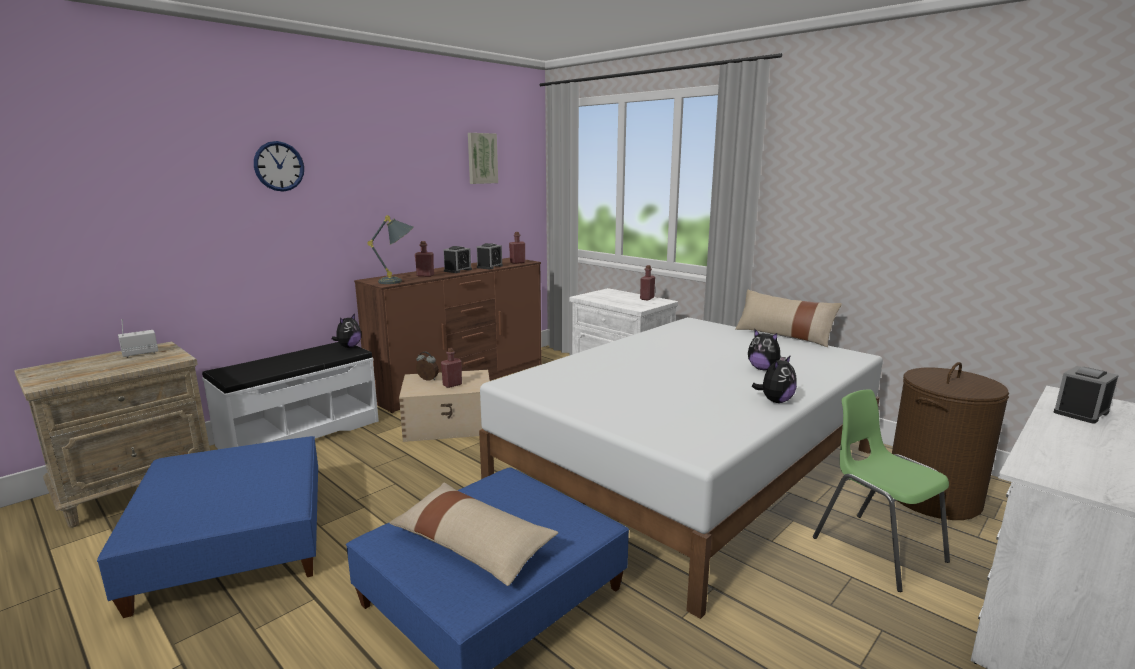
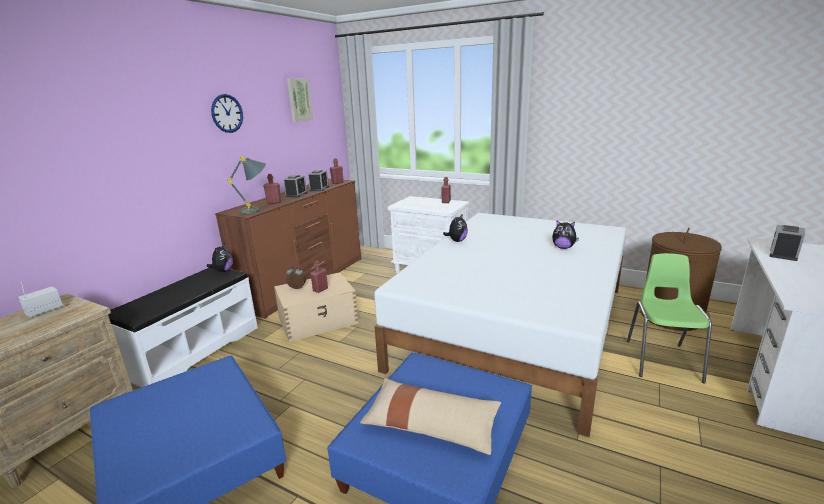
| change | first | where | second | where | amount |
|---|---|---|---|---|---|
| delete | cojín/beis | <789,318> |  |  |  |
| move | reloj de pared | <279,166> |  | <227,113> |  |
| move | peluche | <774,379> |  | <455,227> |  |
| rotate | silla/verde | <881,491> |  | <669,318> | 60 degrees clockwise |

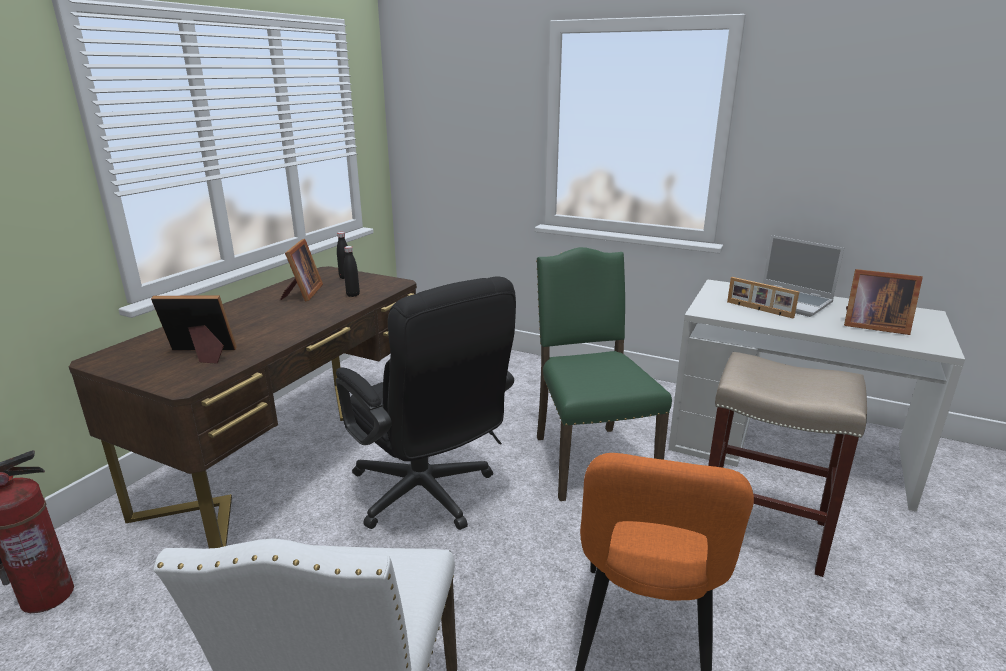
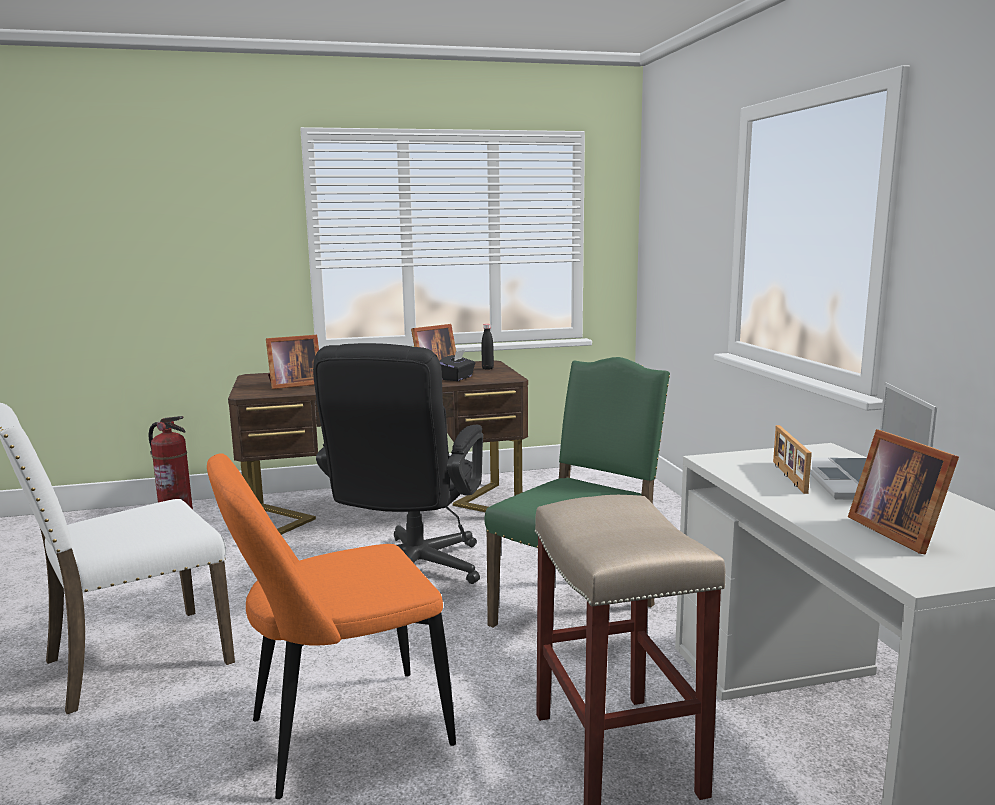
| change | first | where | second | where | amount |
|---|---|---|---|---|---|
| replace | botella/negro | <352,271> | caja de pañuelos/negro | <458,365> |  |
| rotate | portarretratos | <194,330> |  | <292,362> | 105 degrees clockwise |

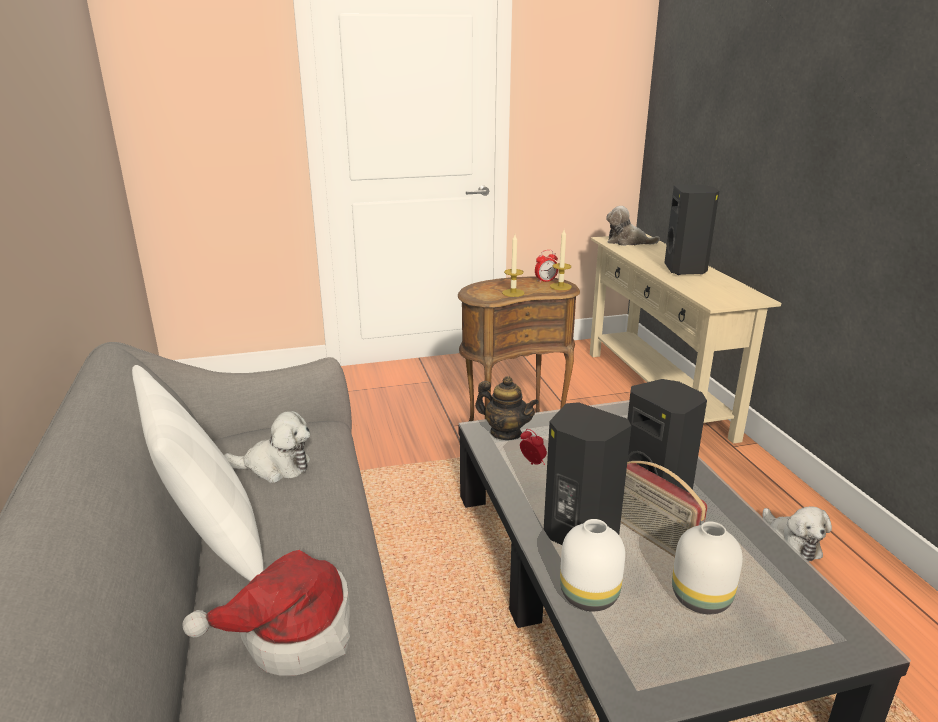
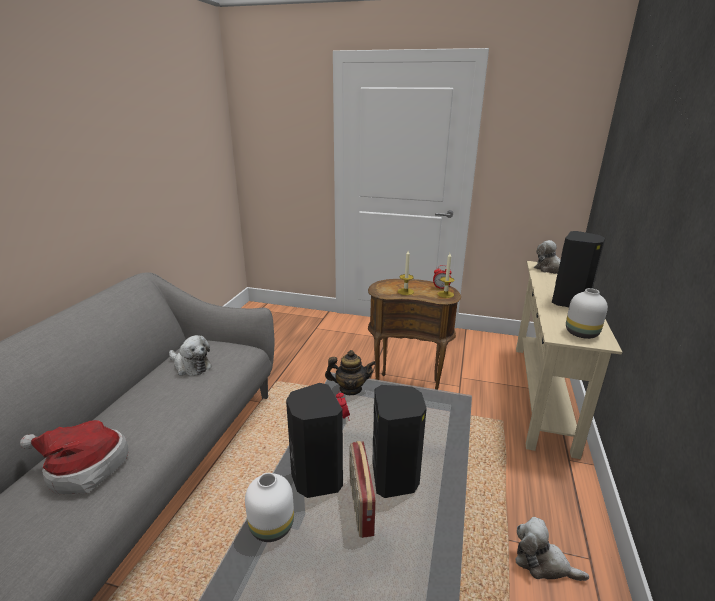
| change | first | where | second | where | amount |
|---|---|---|---|---|---|
| delete | cojín/blanco | <198,473> |  |  |  |
| move | florero/blanco | <707,567> |  | <587,313> |  |
| rotate | tetera | <507,408> |  | <350,372> | 60 degrees counterclockwise |
| rotate | peluche | <797,534> |  | <552,549> | 105 degrees clockwise |

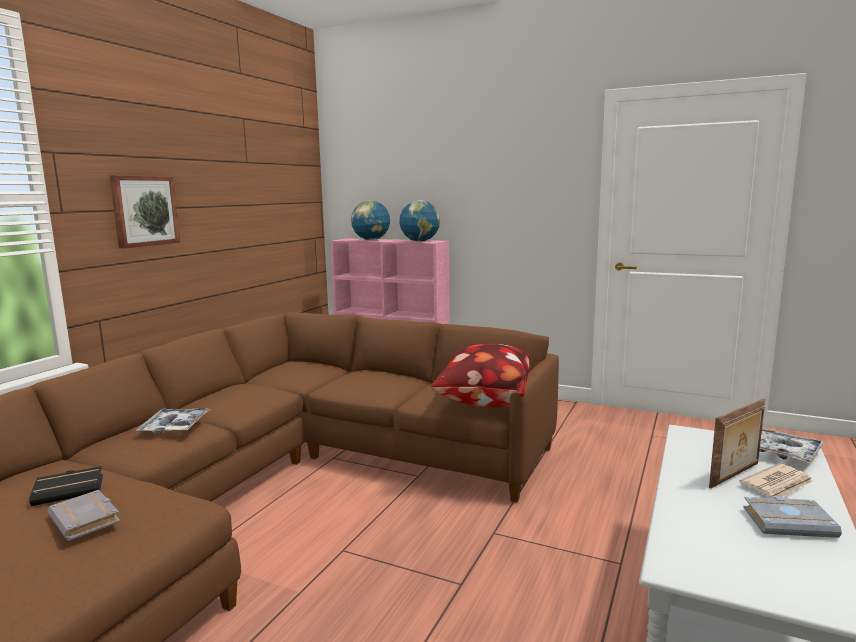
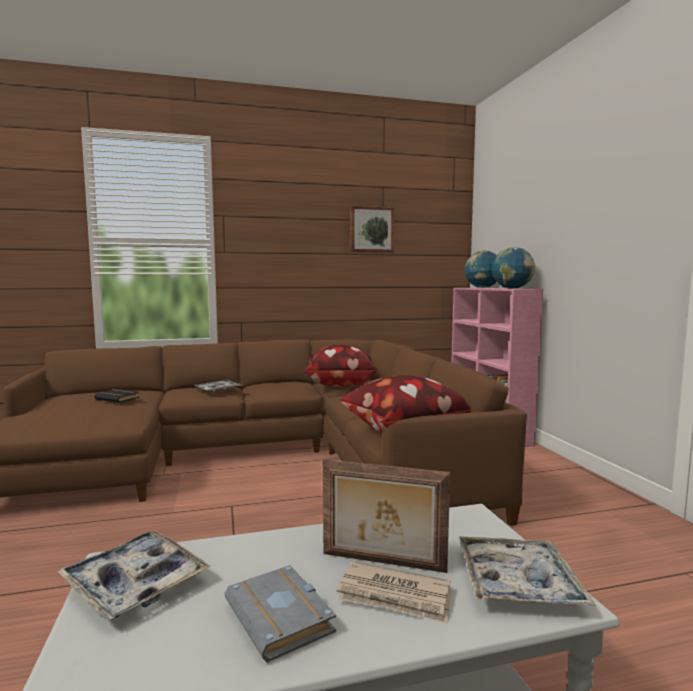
| change | first | where | second | where | amount |
|---|---|---|---|---|---|
| delete | libro/gris | <83,515> |  |  |  |
| insert |  |  | bandeja | <133,575> |  |
| insert |  |  | cojín | <340,366> |  |
| move | cuadro | <145,211> |  | <372,229> |  |

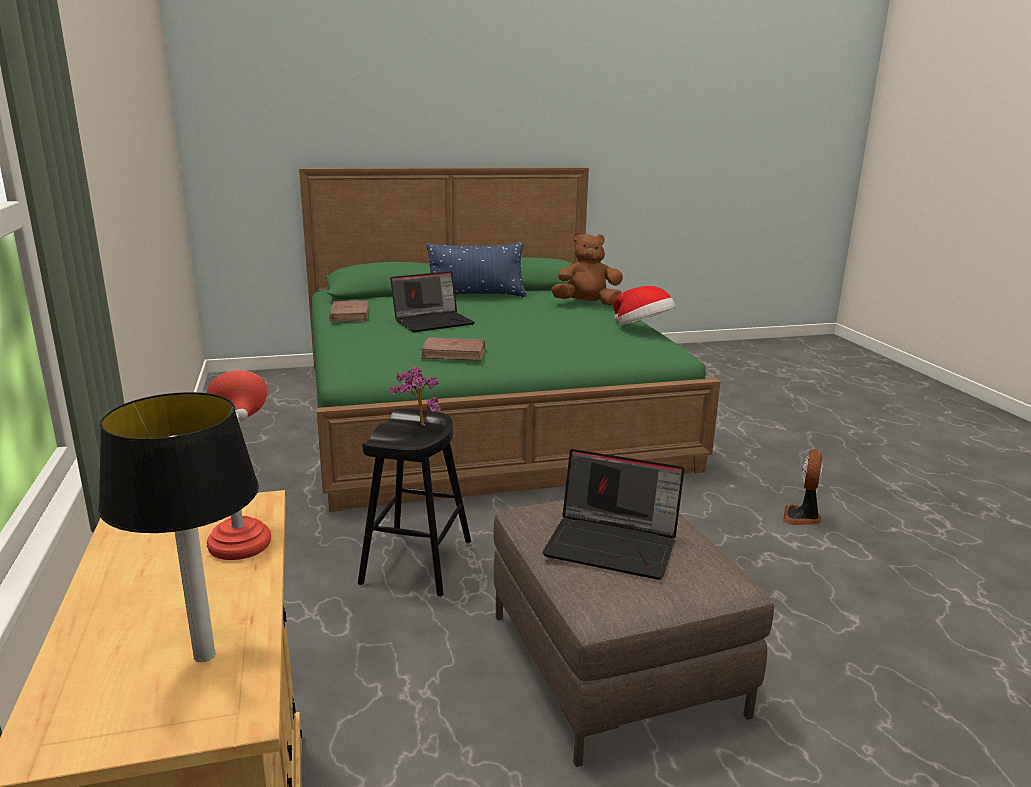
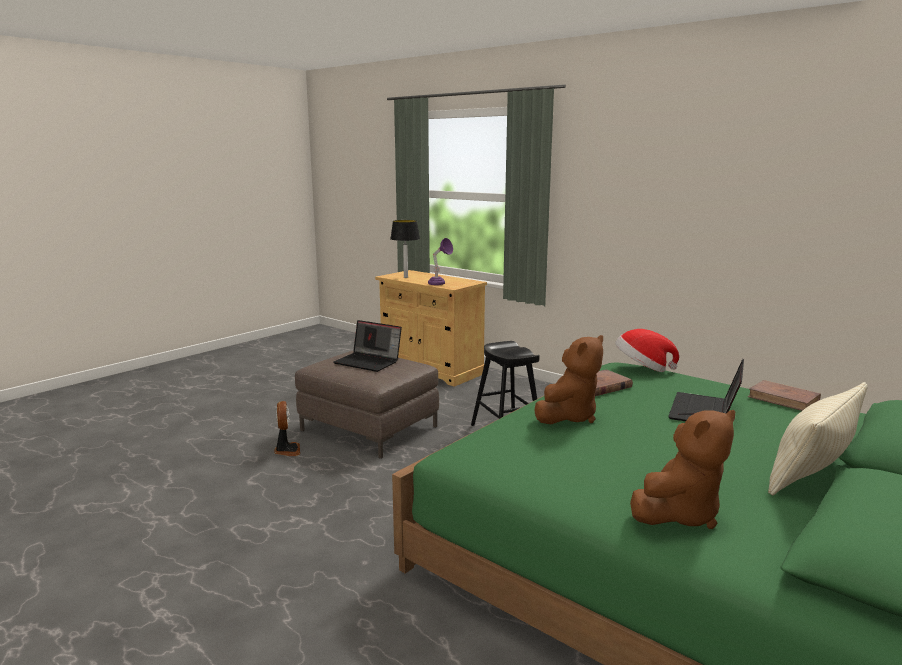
| change | first | where | second | where | amount |
|---|---|---|---|---|---|
| delete | planta en maceta | <415,396> |  |  |  |
| insert |  |  | peluche/marrón | <569,379> |  |
| move | sombrero | <645,306> |  | <647,350> |  |
| move | ventilador | <803,487> |  | <287,428> |  |
| recolor | lámpara de mesa/rojo | <239,465> | lámpara de mesa/morado | <440,261> |  |
| recolor | cojín/azul | <476,269> | cojín/beis | <818,438> |  |
| rotate | portátil | <613,514> |  | <367,346> | 135 degrees counterclockwise |

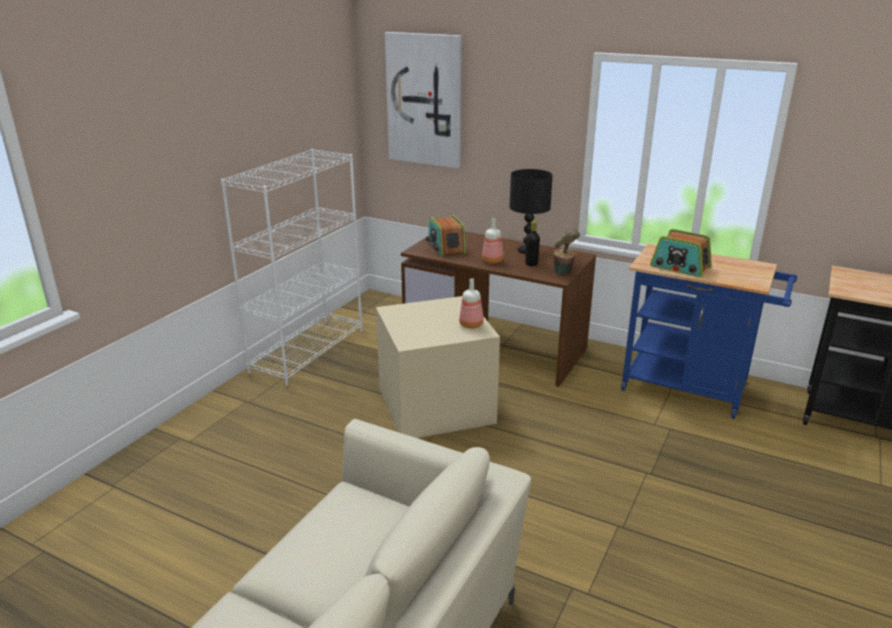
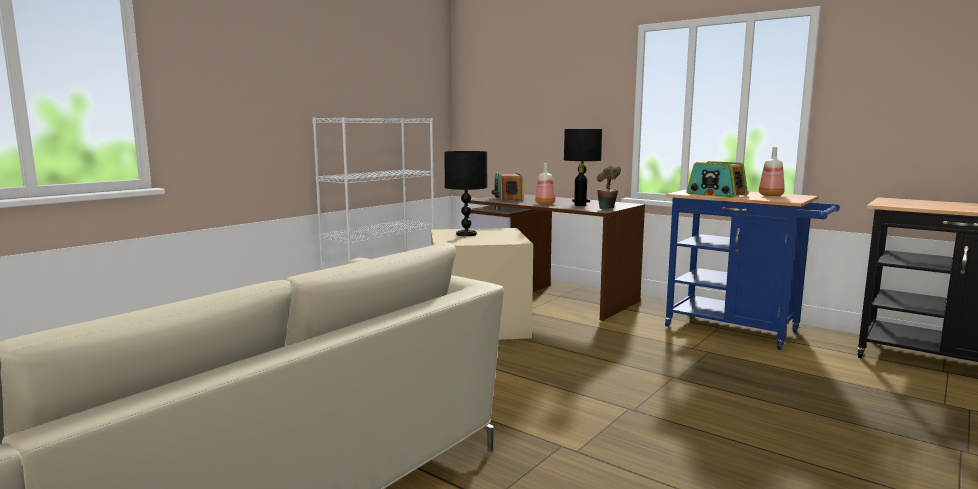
| change | first | where | second | where | amount |
|---|---|---|---|---|---|
| delete | cuadro | <423,100> |  |  |  |
| insert |  |  | lámpara de mesa/negro | <466,193> |  |
| move | botella | <471,303> |  | <772,171> |  |

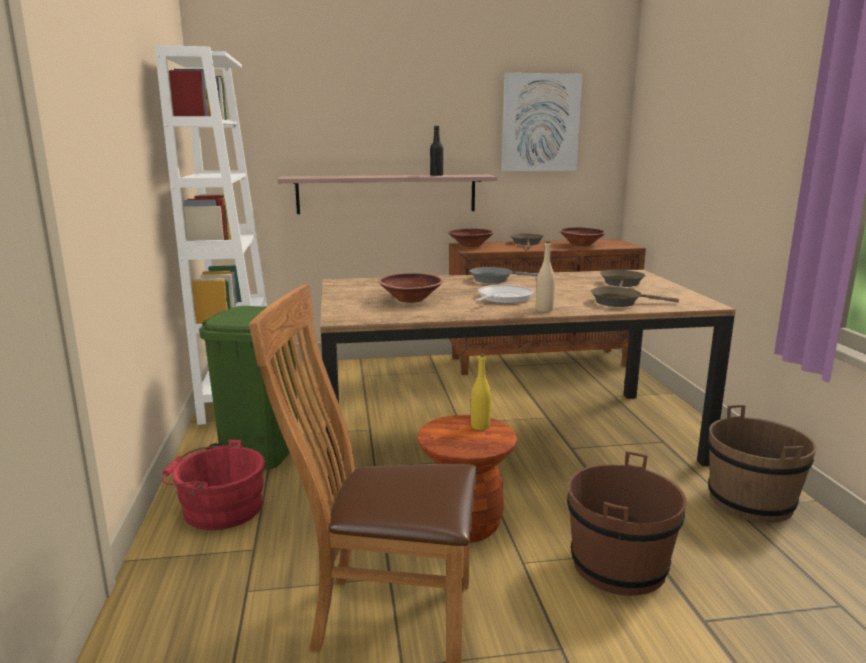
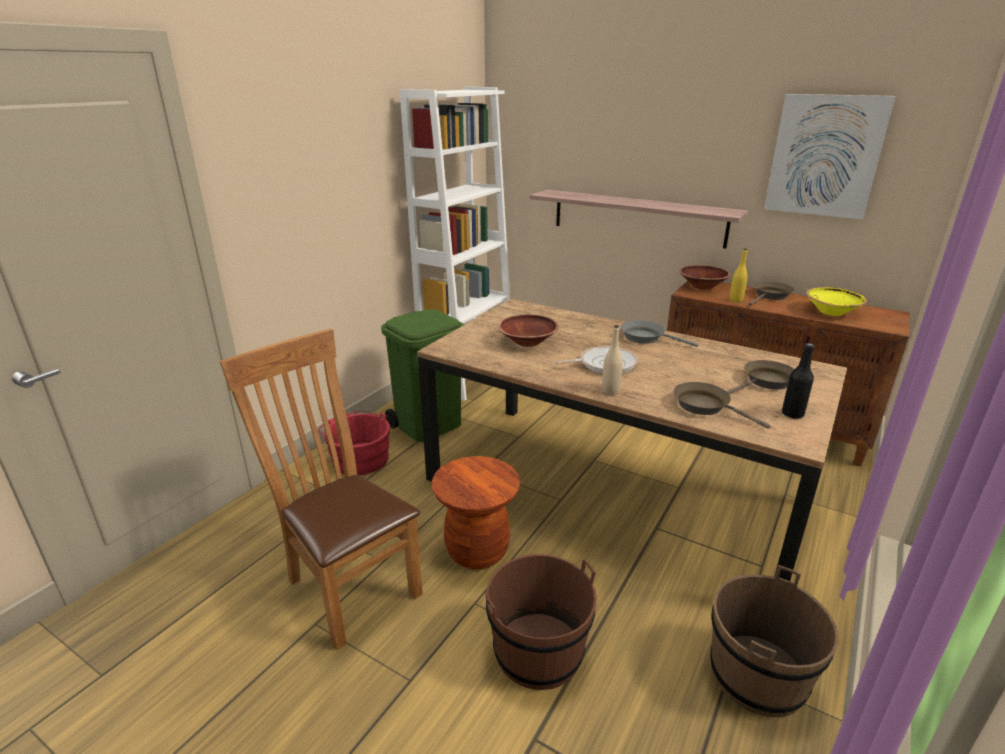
| change | first | where | second | where | amount |
|---|---|---|---|---|---|
| move | botella/negro | <436,151> |  | <798,381> |  |
| move | botella/amarillo | <481,392> |  | <739,275> |  |
| recolor | cuenco/marrón | <582,236> | cuenco/amarillo | <836,301> |  |

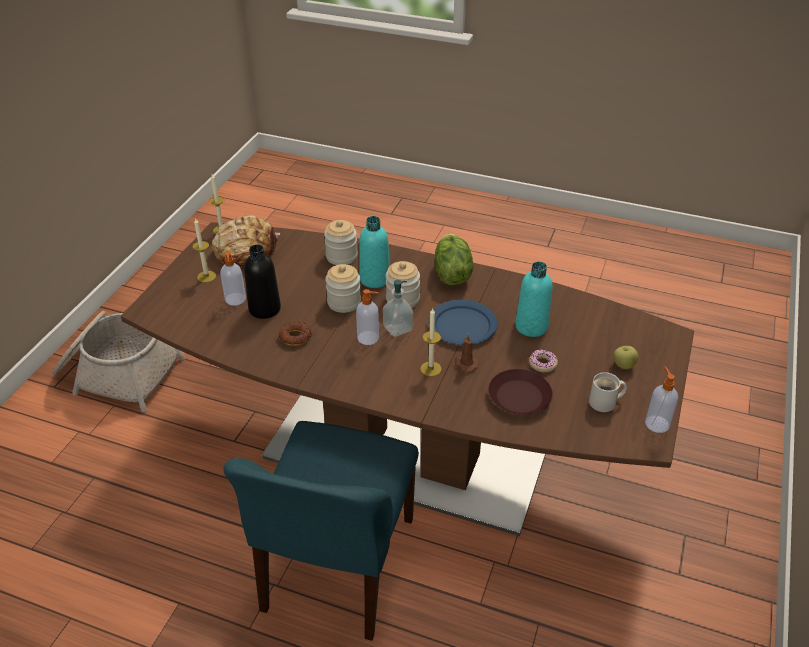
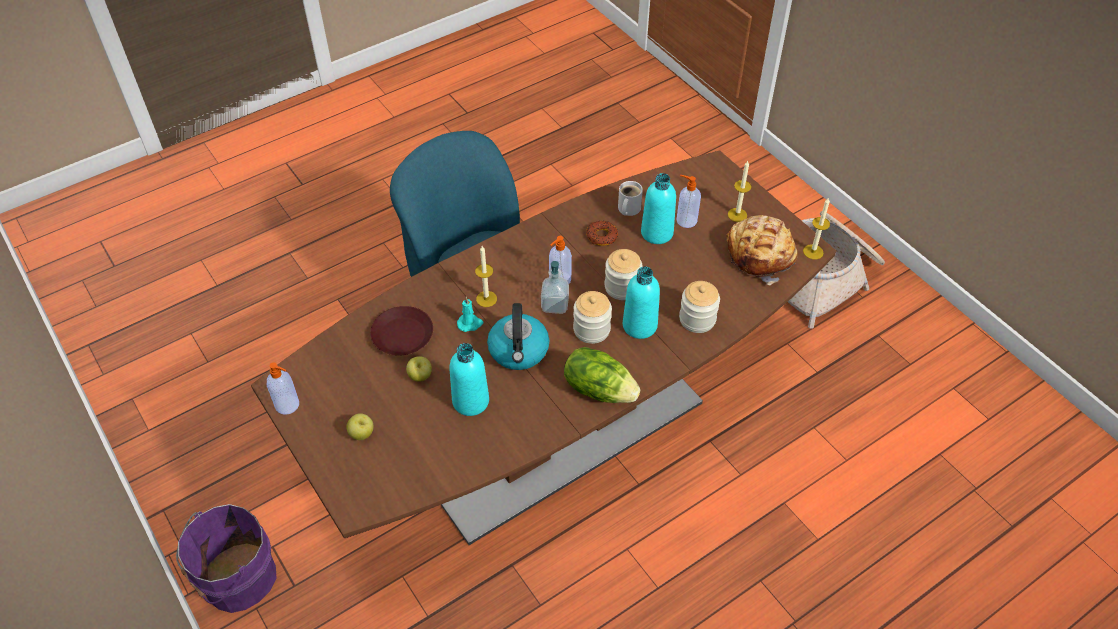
| change | first | where | second | where | amount |
|---|---|---|---|---|---|
| insert |  |  | cubo/morado | <226,558> |  |
| move | taza grande/blanco | <608,392> |  | <630,198> |  |
| replace | plato/azul | <463,322> | hervidor | <518,336> |  |
| replace | rosquilla | <543,361> | manzana | <419,369> |  |
| recolor | botella/negro | <262,282> | botella/turquesa | <658,208> |  |
| recolor | vela/marrón | <466,353> | vela/turquesa | <470,314> |  |

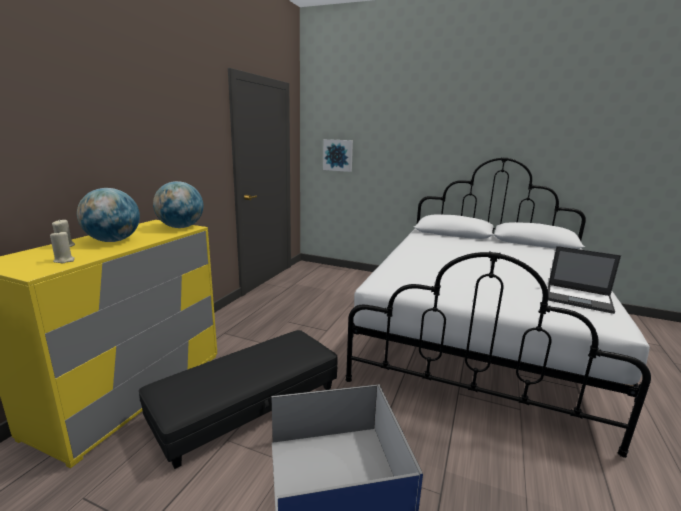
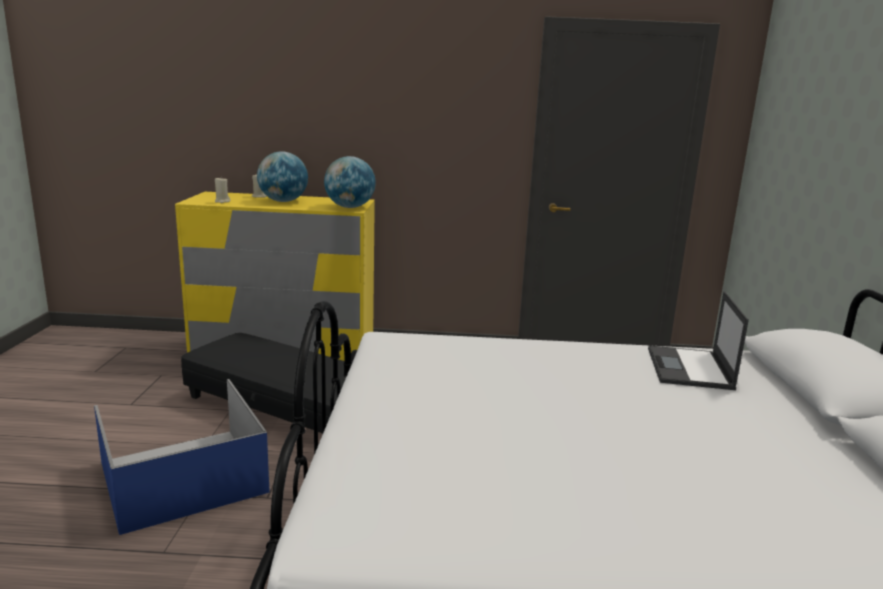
| change | first | where | second | where | amount |
|---|---|---|---|---|---|
| delete | cuadro | <338,155> |  |  |  |
| move | portátil | <584,280> |  | <698,340> |  |

